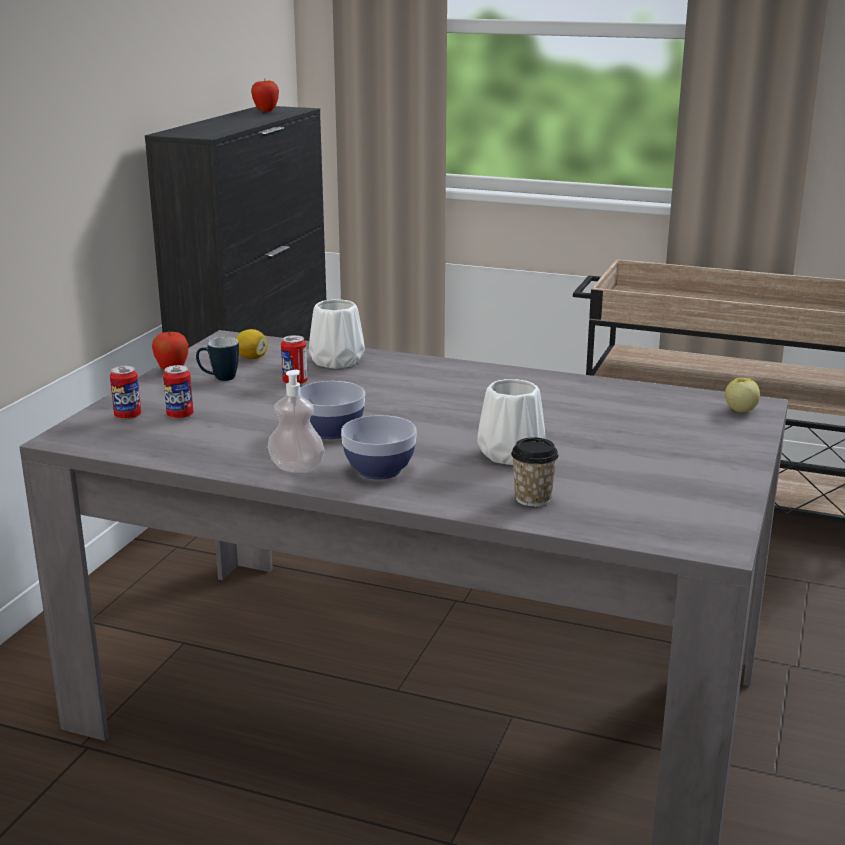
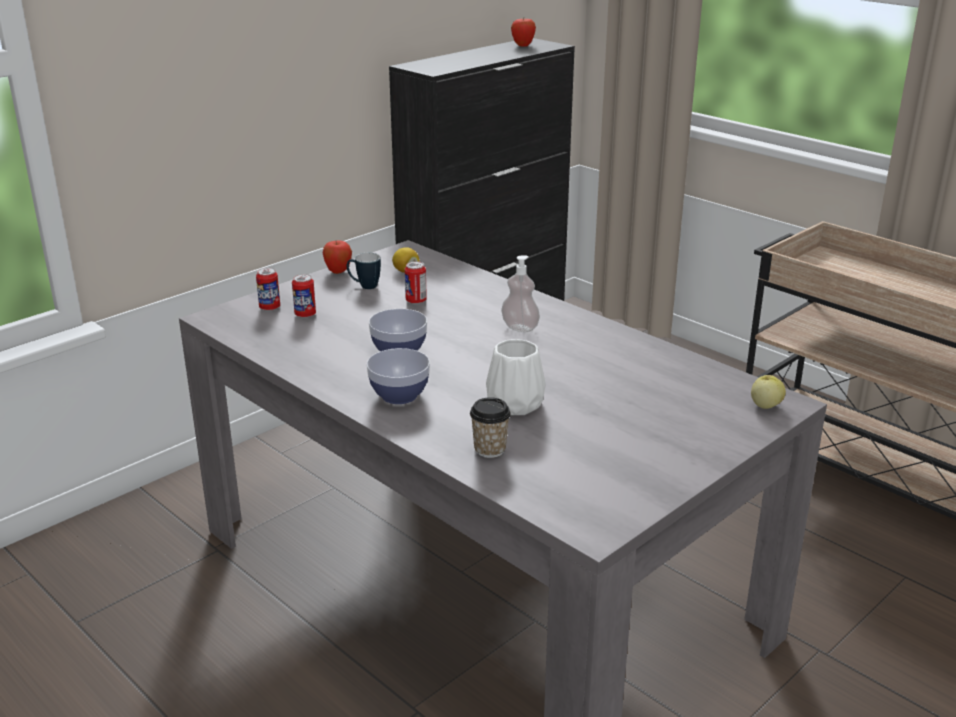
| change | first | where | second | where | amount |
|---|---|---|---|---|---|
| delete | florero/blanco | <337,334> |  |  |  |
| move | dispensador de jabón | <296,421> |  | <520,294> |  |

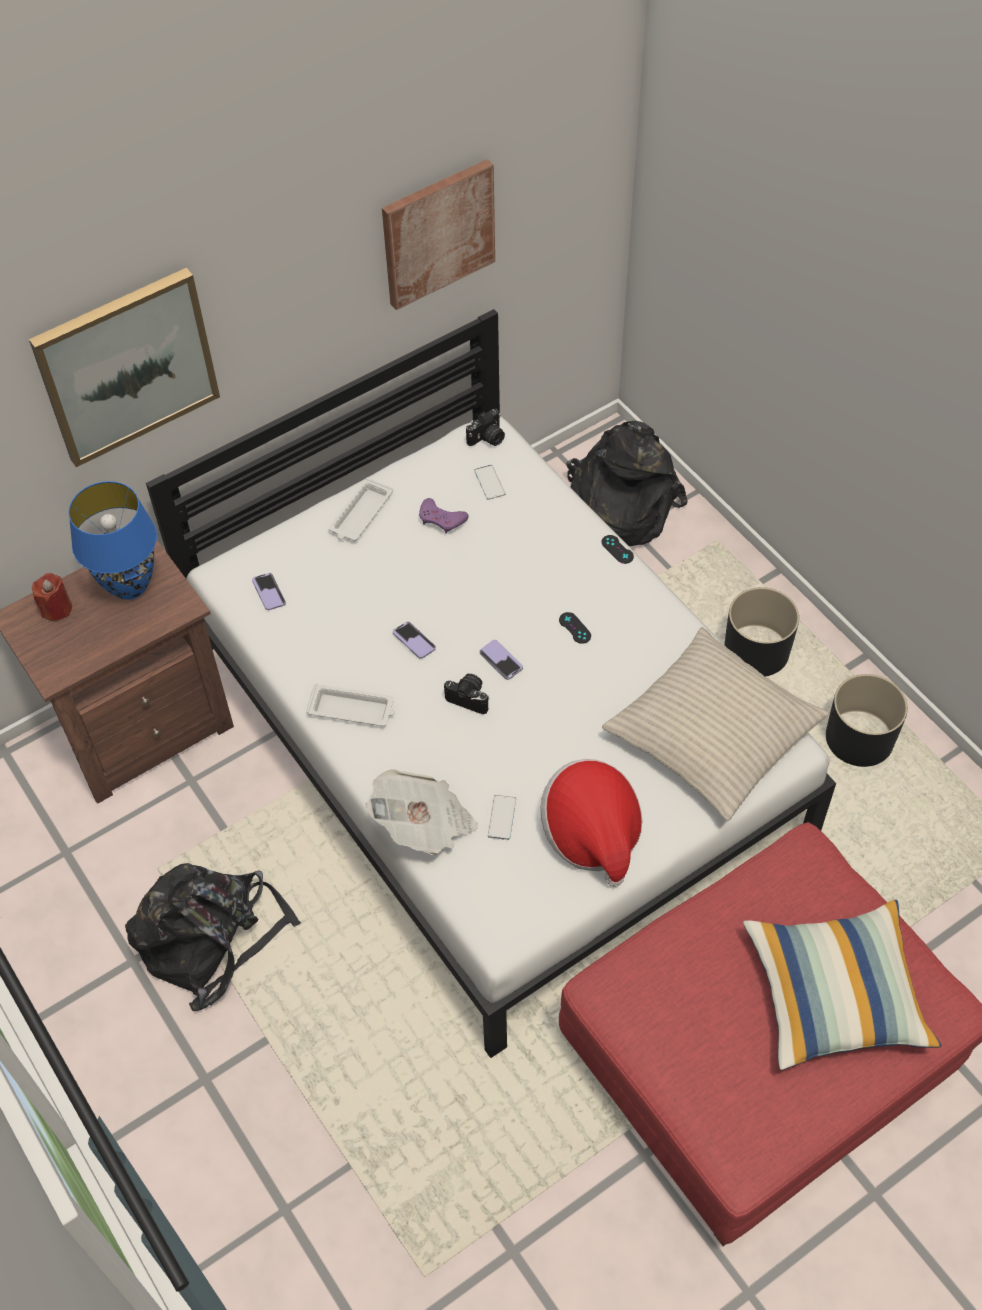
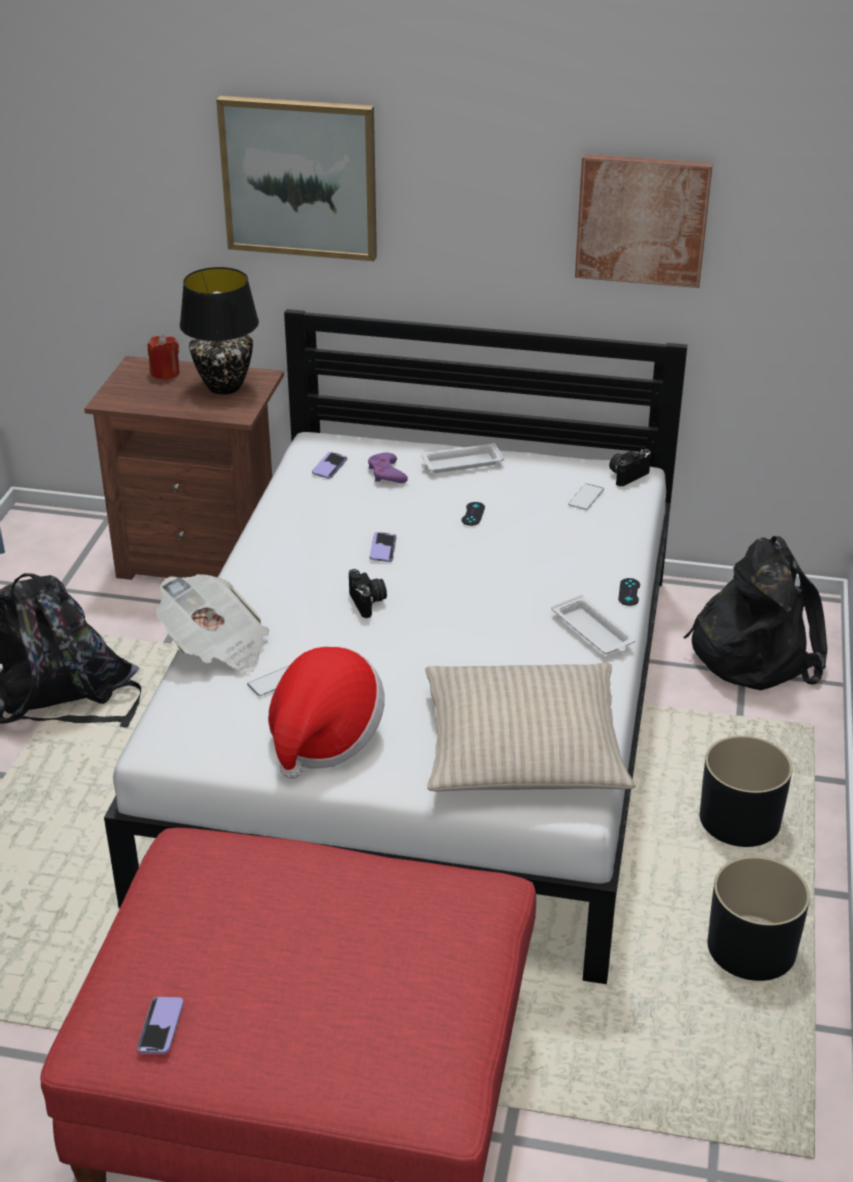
| change | first | where | second | where | amount |
|---|---|---|---|---|---|
| delete | cojín | <842,985> |  |  |  |
| move | bandeja/blanco | <350,705> |  | <593,624> |  |
| move | mando de consola/morado | <444,515> |  | <388,468> |  |
| move | móvil | <501,660> |  | <160,1025> |  |
| move | mando de consola/negro | <575,628> |  | <473,514> |  |
| recolor | lámpara de mesa/azul | <113,540> | lámpara de mesa/negro | <219,331> |  |
| rotate | cámara | <485,427> |  | <630,467> | 135 degrees clockwise |

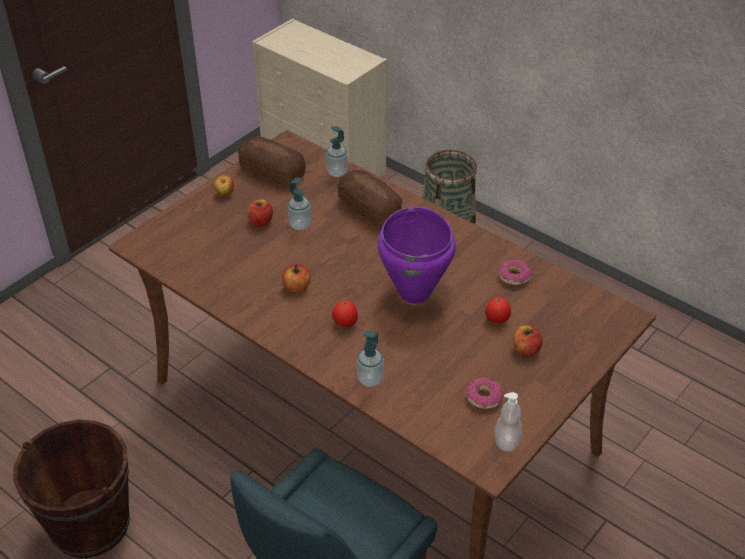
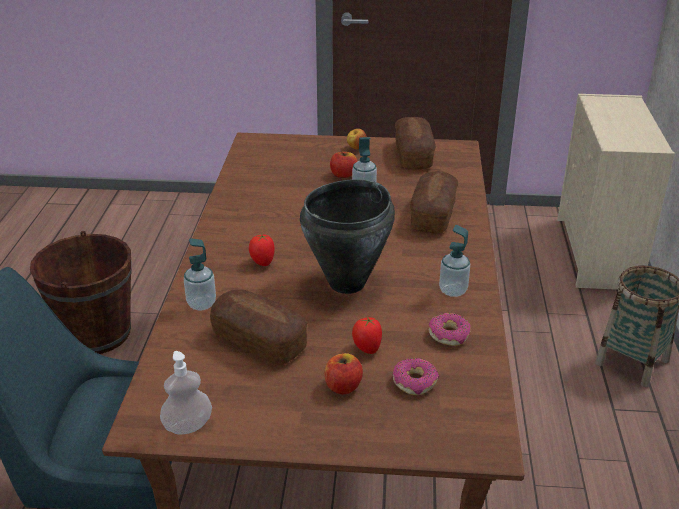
| change | first | where | second | where | amount |
|---|---|---|---|---|---|
| delete | manzana | <296,278> |  |  |  |
| insert |  |  | pan | <258,327> |  |
| move | dispensador de jabón | <337,151> |  | <454,261> |  |
| move | rosquilla | <485,393> |  | <416,376> |  |
| recolor | olla/morado | <417,255> | olla/negro | <347,236> |  |

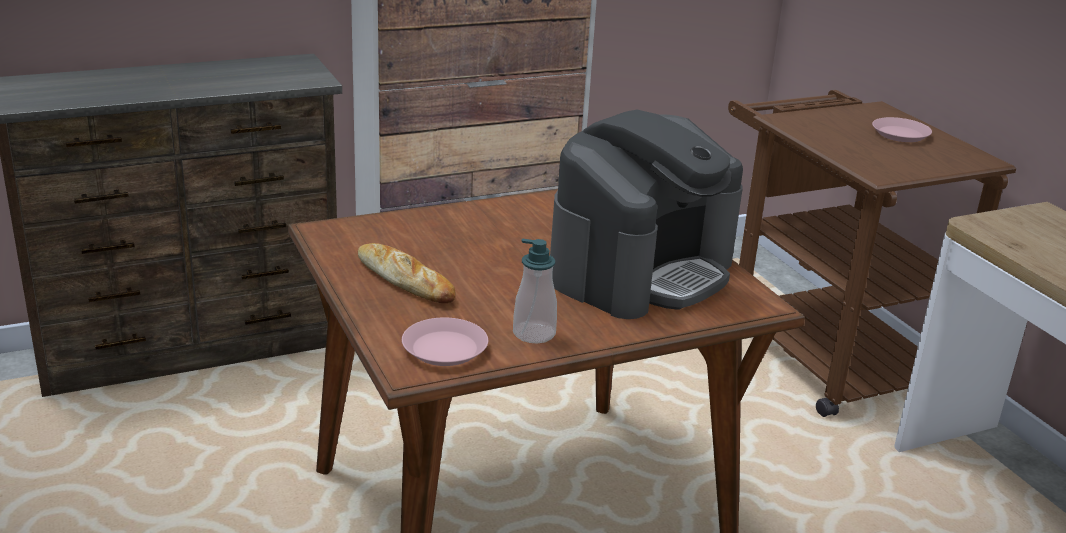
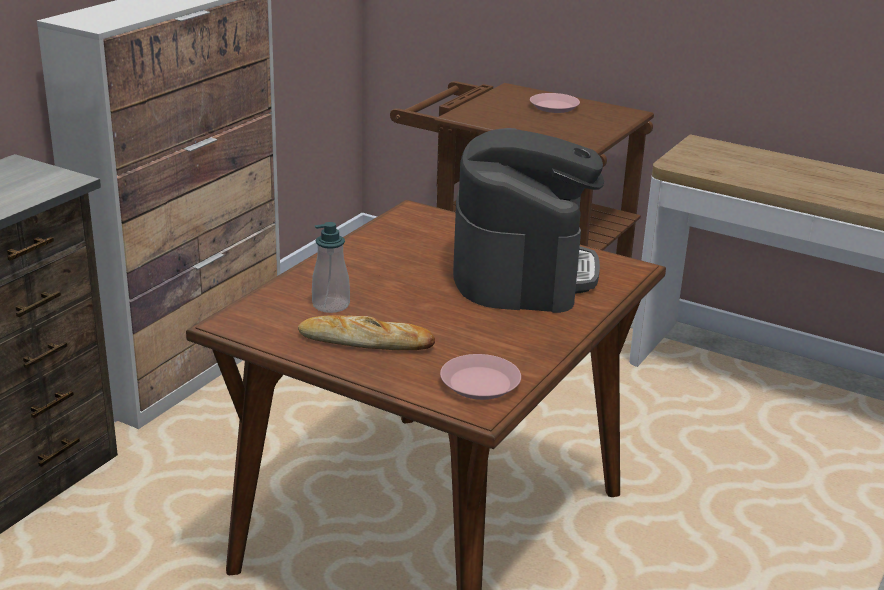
| change | first | where | second | where | amount |
|---|---|---|---|---|---|
| move | dispensador de jabón | <535,291> |  | <331,267> |  |

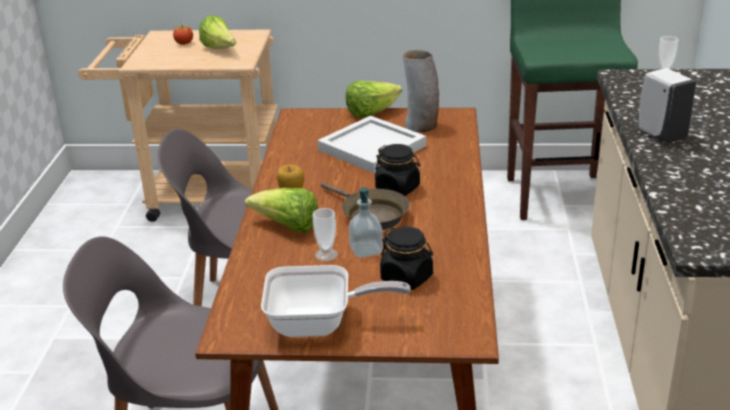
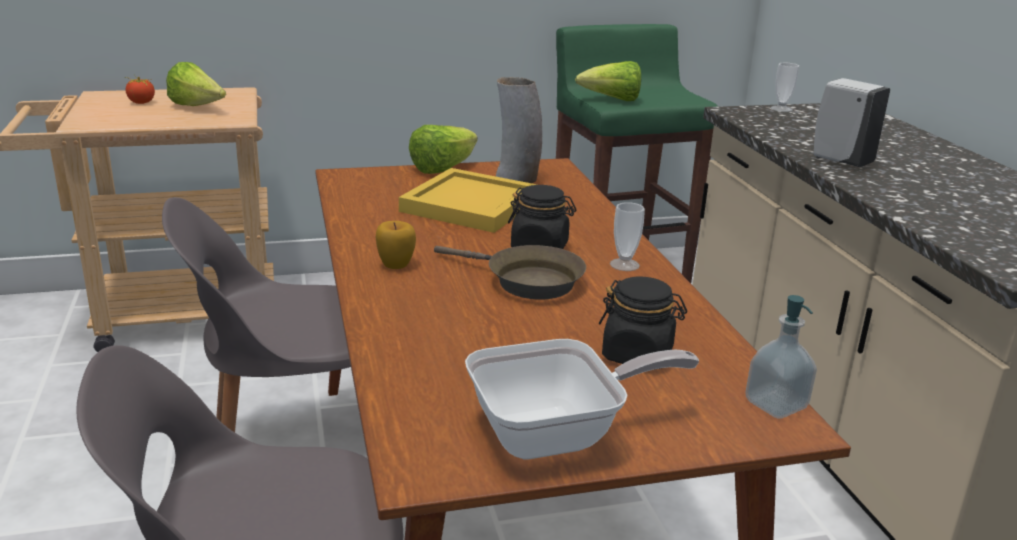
| change | first | where | second | where | amount |
|---|---|---|---|---|---|
| move | lechuga | <281,210> |  | <608,81> |  |
| move | taza | <325,234> |  | <627,236> |  |
| move | dispensador de jabón | <365,222> |  | <781,357> |  |
| recolor | bandeja/blanco | <371,144> | bandeja/amarillo | <468,200> |  |

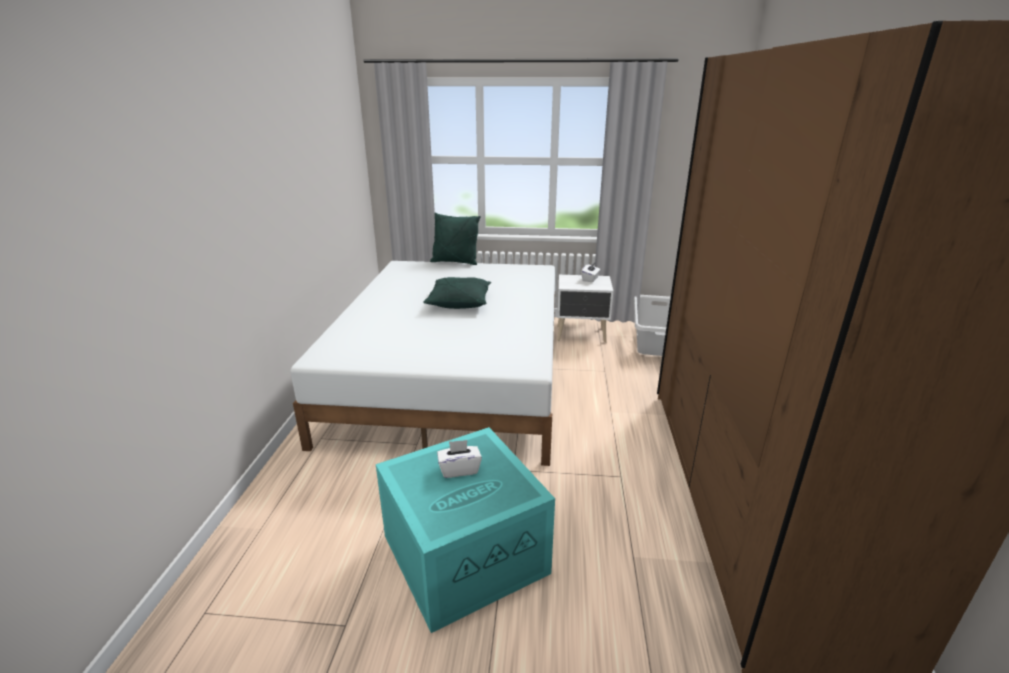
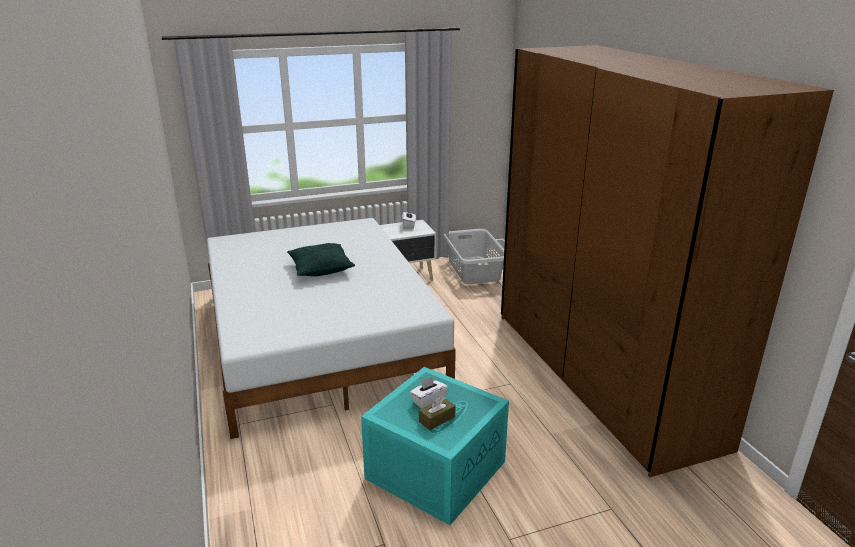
| change | first | where | second | where | amount |
|---|---|---|---|---|---|
| delete | cojín/verde | <455,238> |  |  |  |
| insert |  |  | caja de pañuelos/marrón | <437,413> |  |

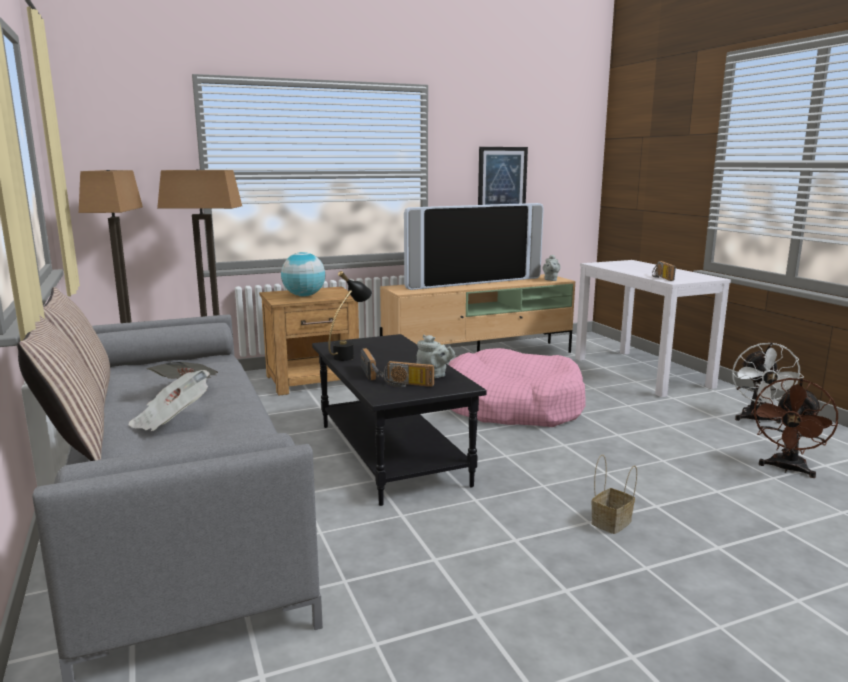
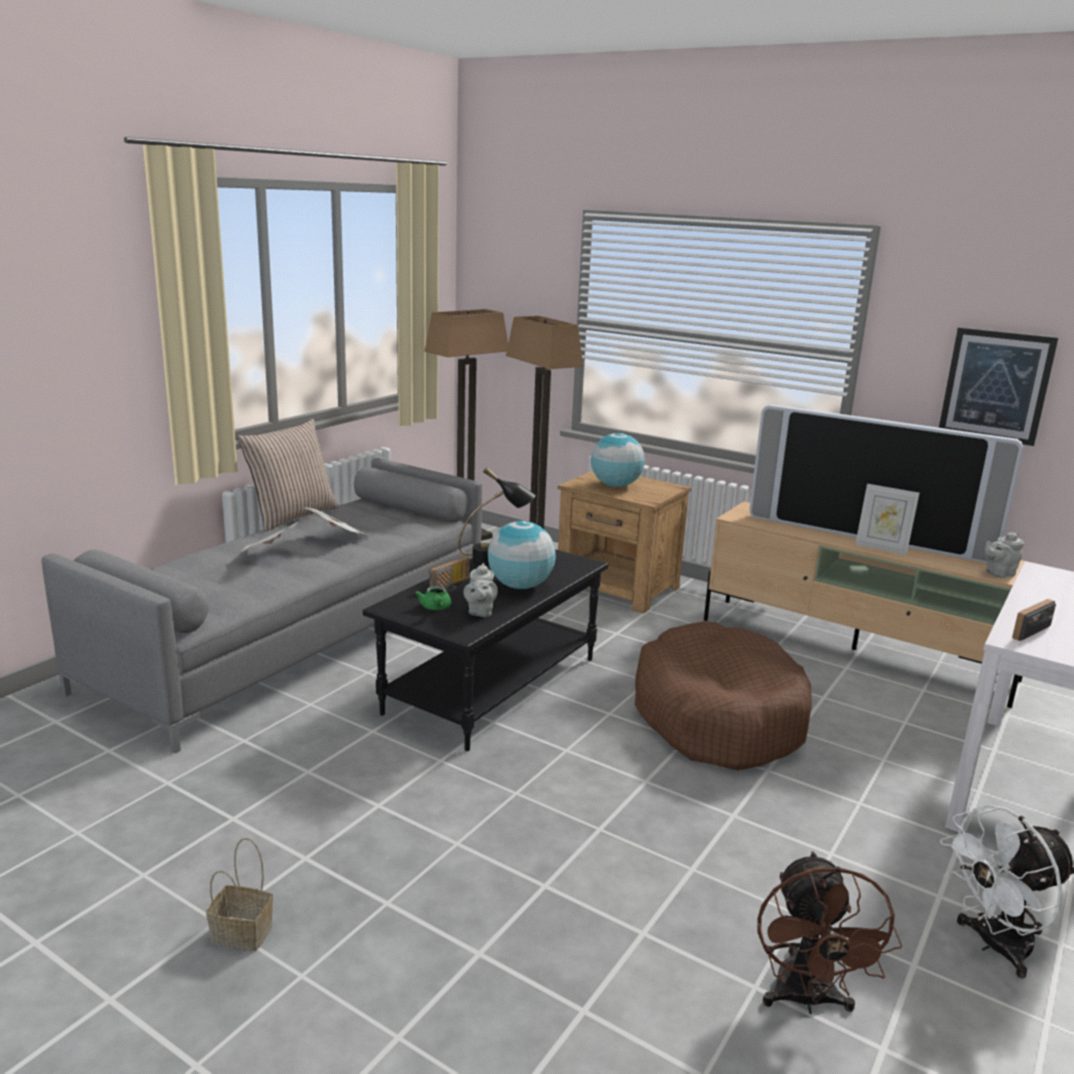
| change | first | where | second | where | amount |
|---|---|---|---|---|---|
| delete | cojín | <60,387> |  |  |  |
| insert |  |  | globo terráqueo | <522,555> |  |
| insert |  |  | portarretratos | <887,519> |  |
| move | cesta | <614,494> |  | <239,895> |  |
| replace | radio | <408,374> | tetera/verde | <433,598> |  |
| recolor | cama para perro/rosa | <517,387> | cama para perro/marrón | <723,696> |  |
| rotate | ventilador/marrón | <794,428> |  | <829,932> | 90 degrees counterclockwise |

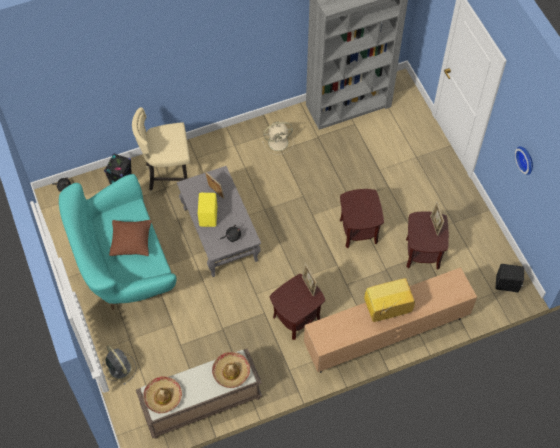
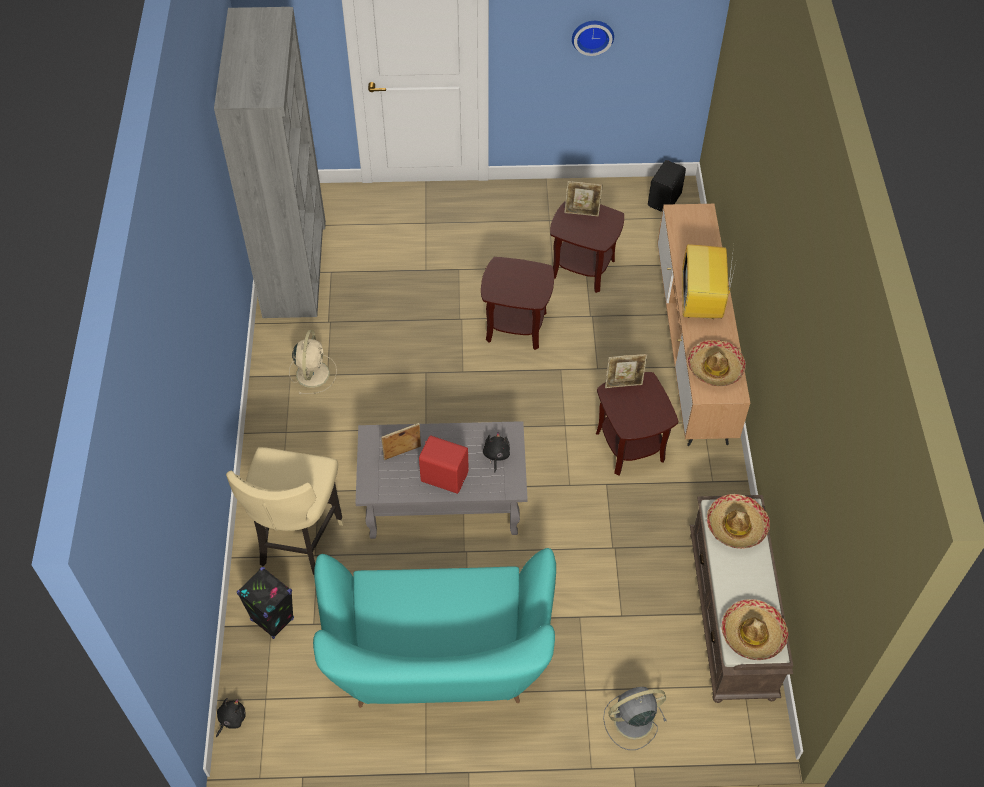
| change | first | where | second | where | amount |
|---|---|---|---|---|---|
| delete | cojín/marrón | <130,238> |  |  |  |
| insert |  |  | sombrero | <717,363> |  |
| recolor | altavoz/amarillo | <207,210> | altavoz/rojo | <444,464> |  |

